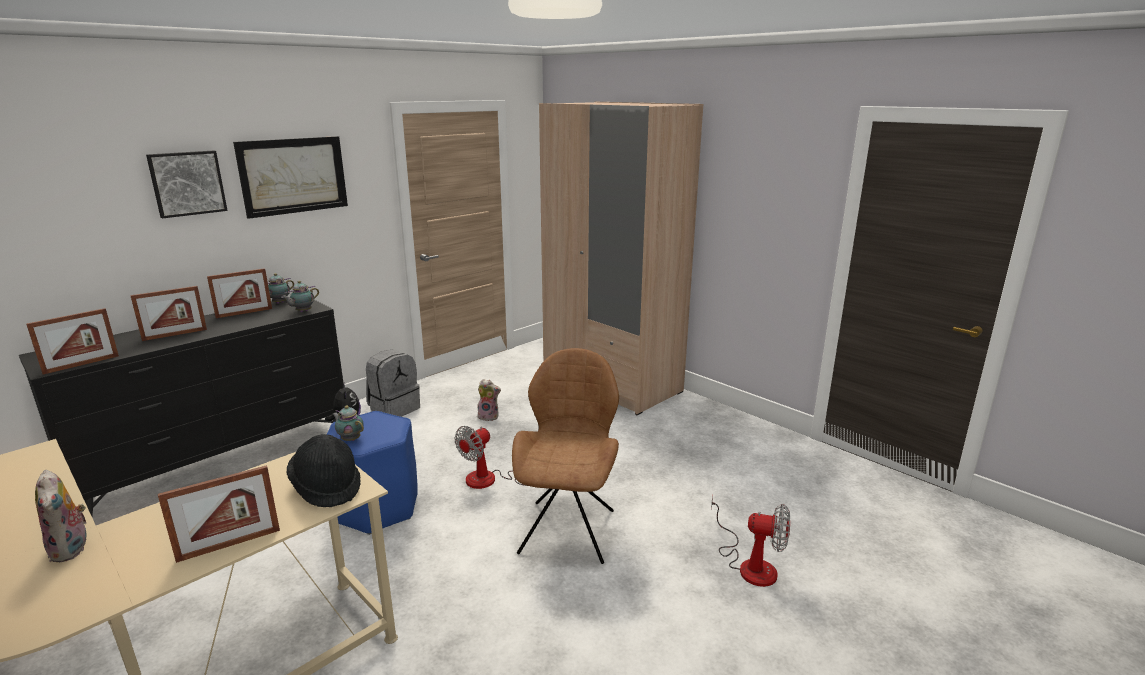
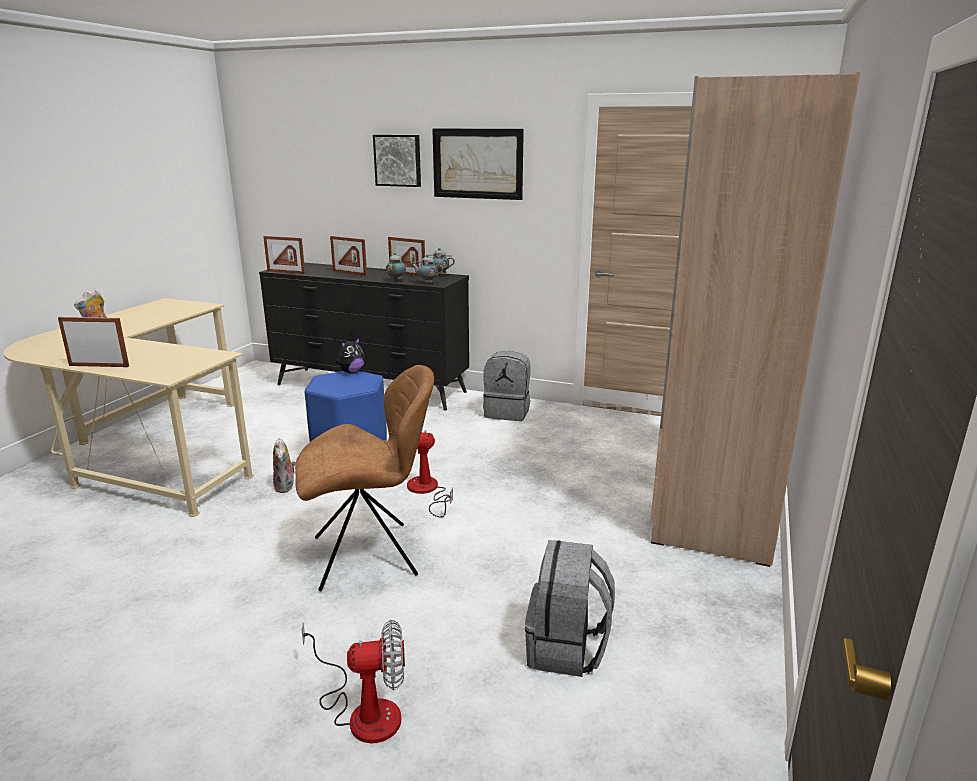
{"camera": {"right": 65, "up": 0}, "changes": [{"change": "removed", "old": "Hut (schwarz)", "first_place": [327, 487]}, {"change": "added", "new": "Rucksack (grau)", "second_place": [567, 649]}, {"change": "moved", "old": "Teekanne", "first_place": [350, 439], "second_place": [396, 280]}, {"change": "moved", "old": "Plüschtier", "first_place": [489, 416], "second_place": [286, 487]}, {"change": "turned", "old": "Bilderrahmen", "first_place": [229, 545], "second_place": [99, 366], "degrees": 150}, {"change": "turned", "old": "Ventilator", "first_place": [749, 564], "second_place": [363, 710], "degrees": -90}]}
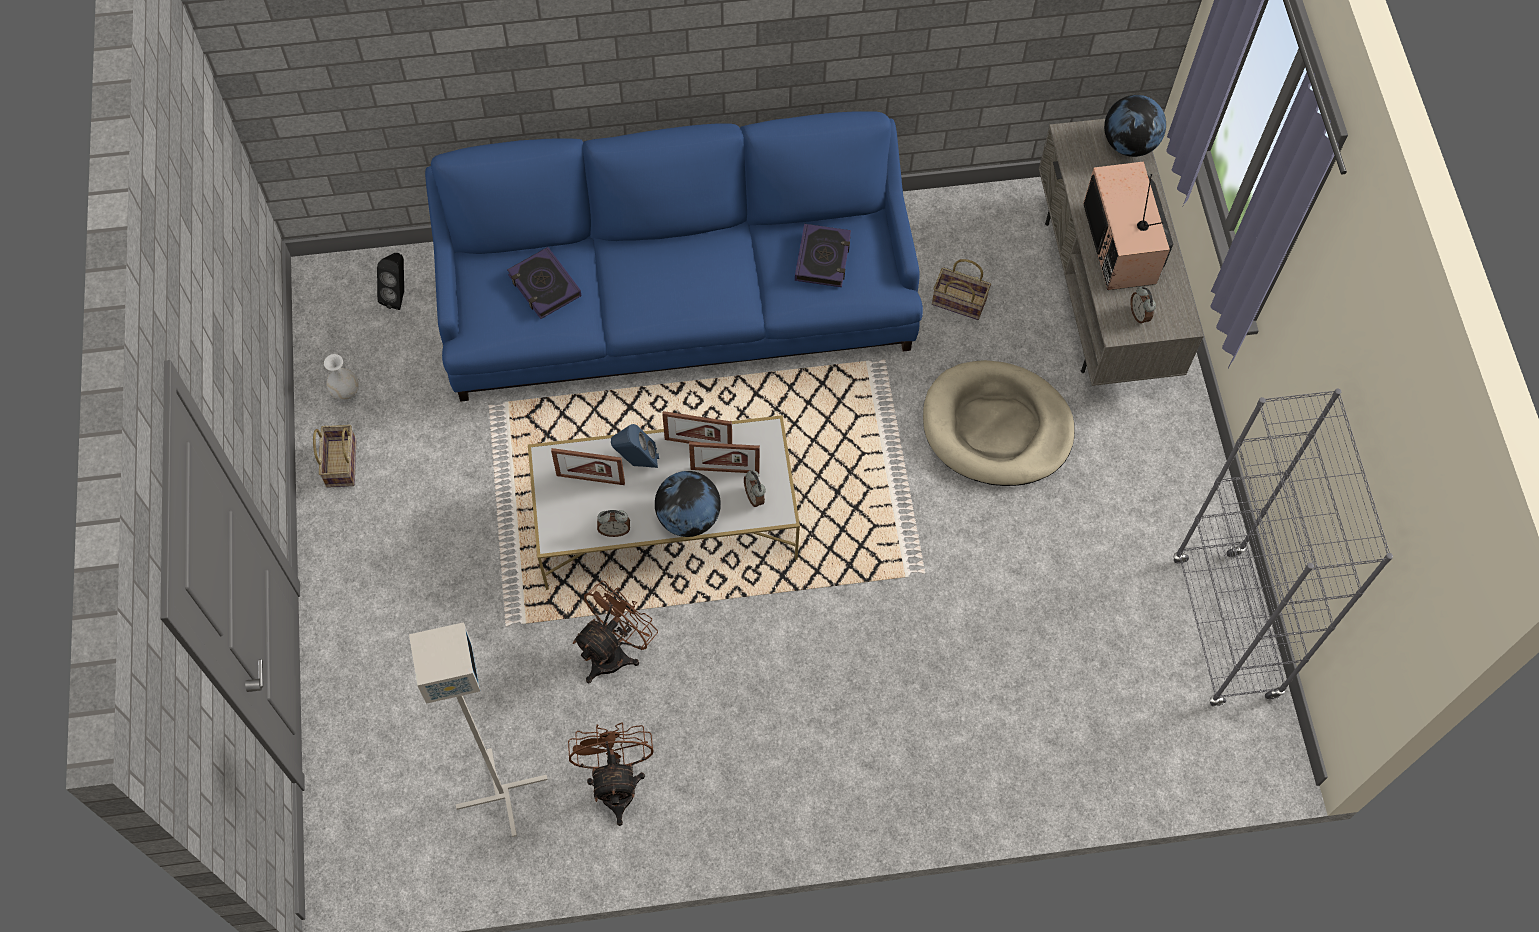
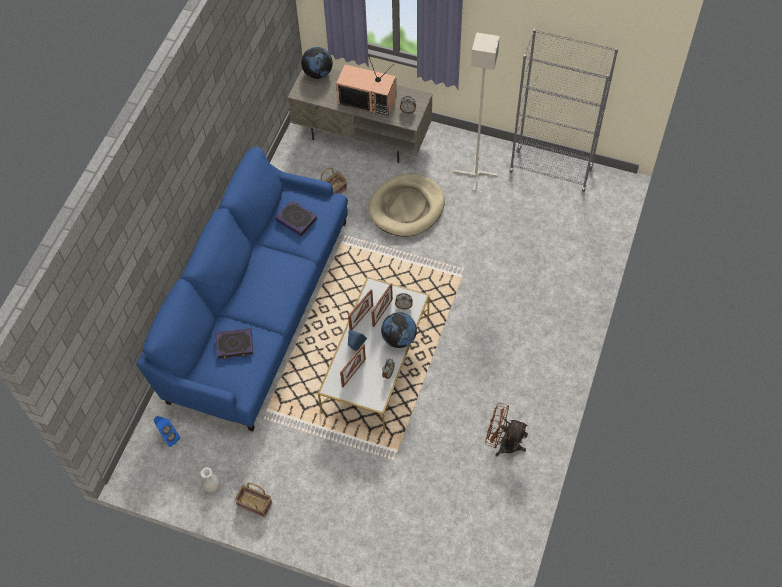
{"camera": {"right": -60, "up": -5}, "changes": [{"change": "removed", "old": "Ventilator (braun)", "first_place": [614, 651]}, {"change": "moved", "old": "Stehlampe (grau)", "first_place": [500, 793], "second_place": [476, 174]}, {"change": "recoloured", "old": "Lautsprecher (schwarz)", "new": "Lautsprecher (blau)", "first_place": [398, 295], "second_place": [168, 437]}]}
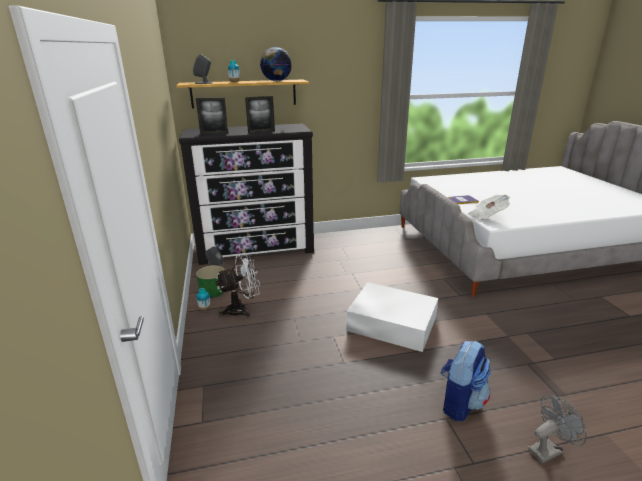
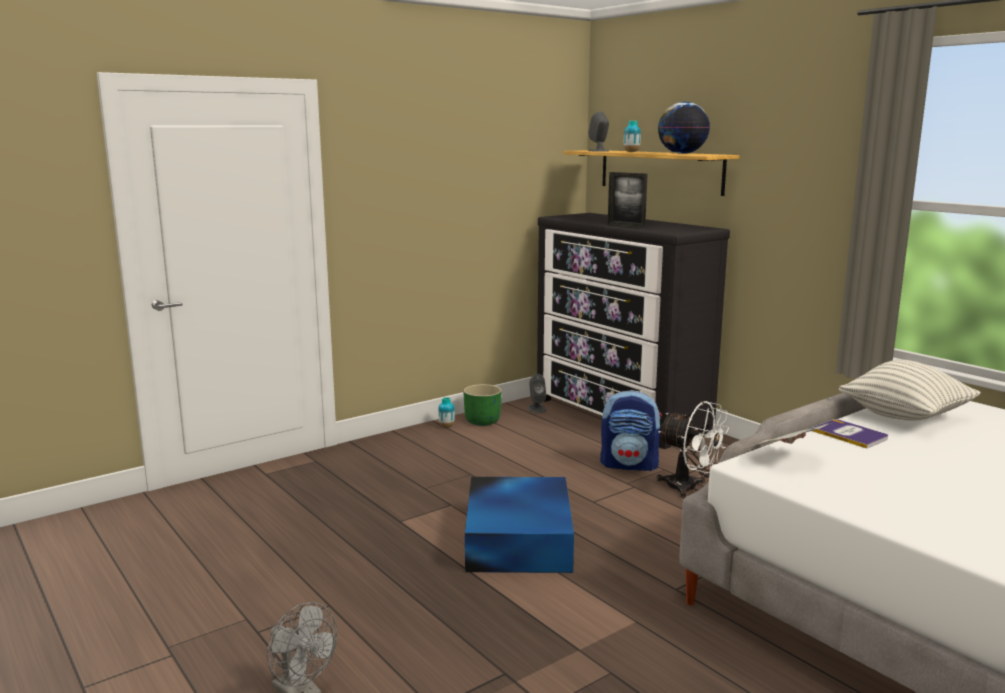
{"camera": {"right": 65, "up": -10}, "changes": [{"change": "removed", "old": "Bilderrahmen", "first_place": [214, 133]}, {"change": "added", "new": "Kissen", "second_place": [905, 417]}, {"change": "moved", "old": "Ventilator (weiß)", "first_place": [241, 309], "second_place": [689, 488]}, {"change": "moved", "old": "Rucksack", "first_place": [460, 402], "second_place": [630, 465]}, {"change": "recoloured", "old": "Aufbewahrungsbox (weiß)", "new": "Aufbewahrungsbox (blau)", "first_place": [391, 323], "second_place": [519, 538]}]}
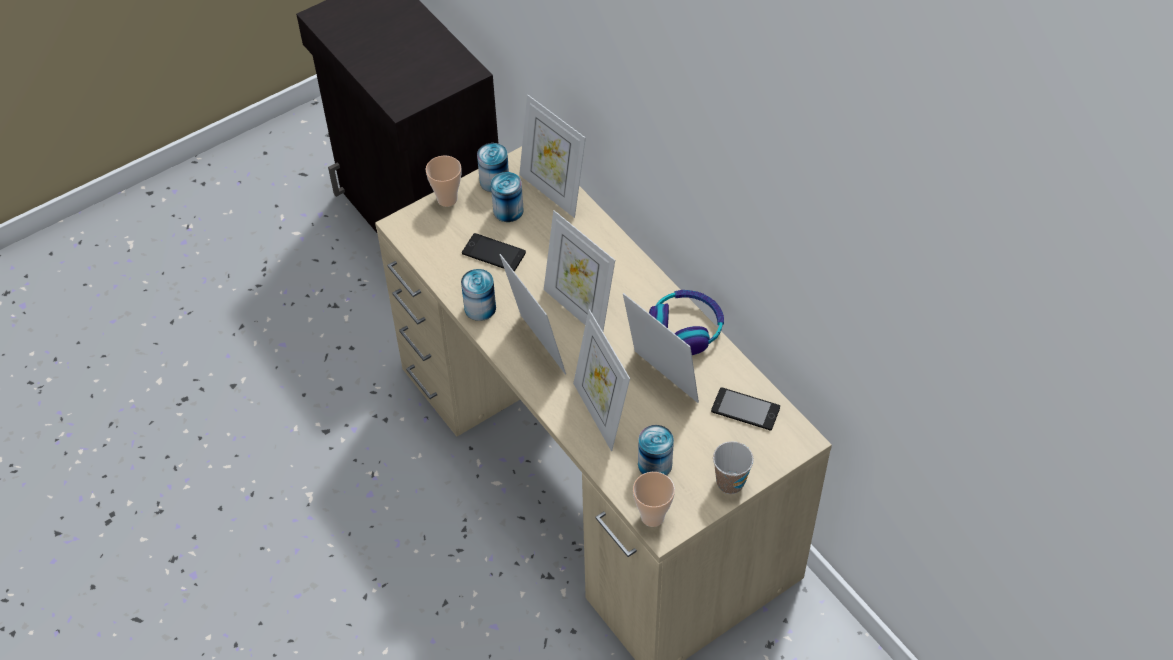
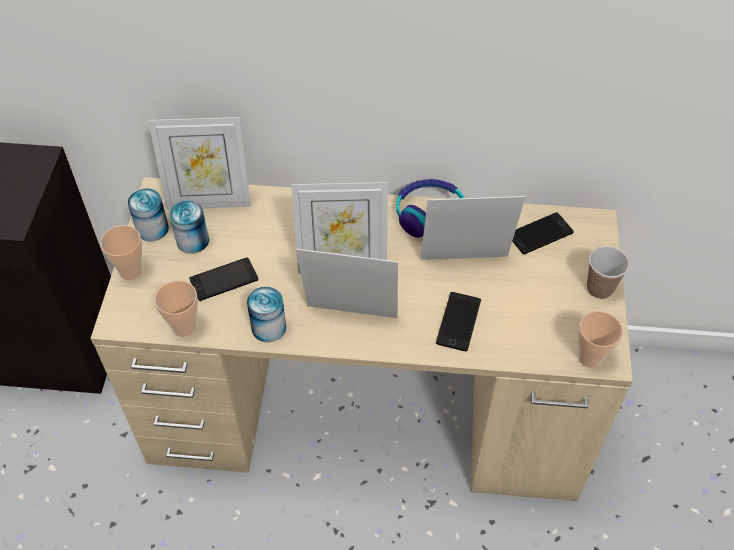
{"camera": {"right": -50, "up": 0}, "changes": [{"change": "removed", "old": "Dose", "first_place": [655, 464]}, {"change": "added", "new": "Tasse", "second_place": [184, 327]}, {"change": "replaced", "old": "Bilderrahmen", "new": "Handy", "first_place": [600, 413], "second_place": [458, 322]}]}
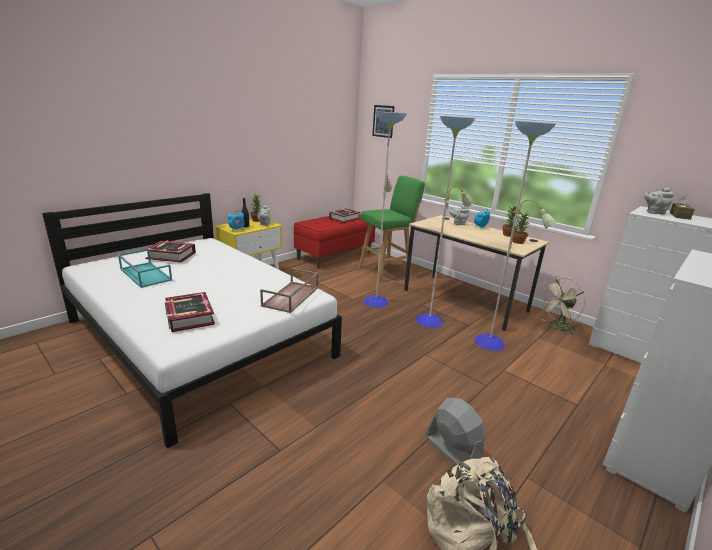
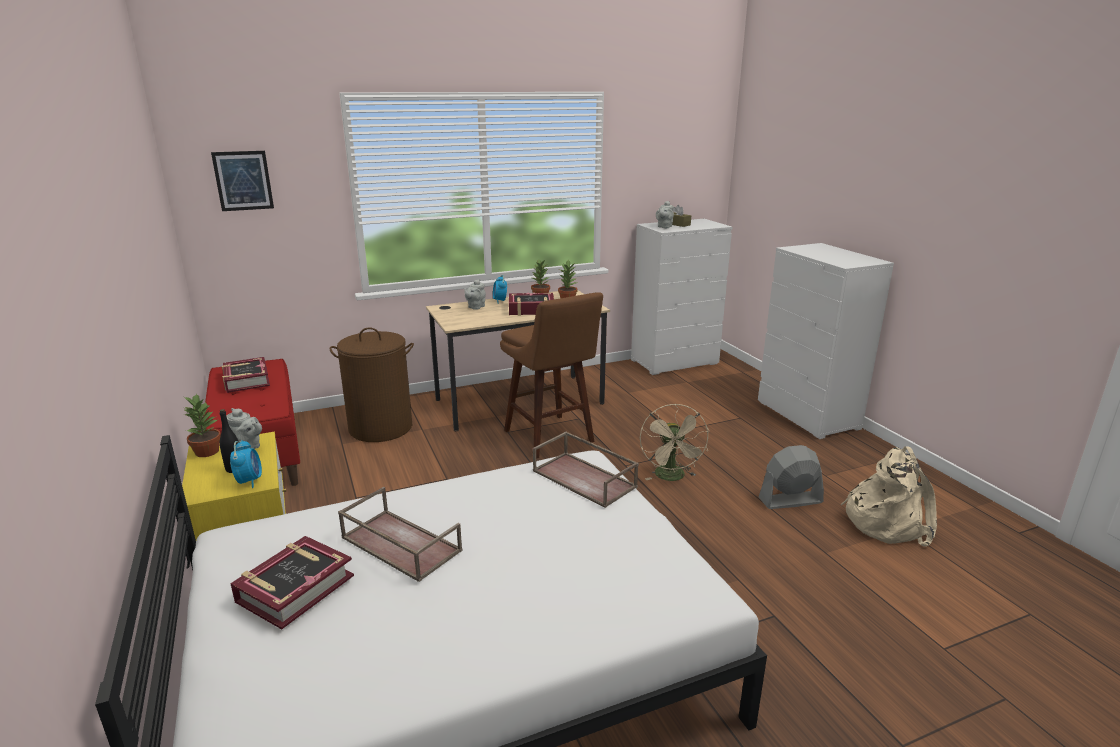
{"camera": {"right": -65, "up": 0}, "changes": [{"change": "removed", "old": "Tablett (türkis)", "first_place": [144, 274]}, {"change": "added", "new": "Tablett (braun)", "second_place": [399, 544]}, {"change": "moved", "old": "Buch", "first_place": [189, 317], "second_place": [531, 309]}, {"change": "moved", "old": "Ventilator (beige)", "first_place": [557, 327], "second_place": [672, 477]}, {"change": "replaced", "old": "Hocker (grün)", "new": "Wäschekorb (braun)", "first_place": [386, 271], "second_place": [381, 427]}, {"change": "replaced", "old": "Stehlampe", "new": "Hocker (braun)", "first_place": [430, 320], "second_place": [551, 438]}]}
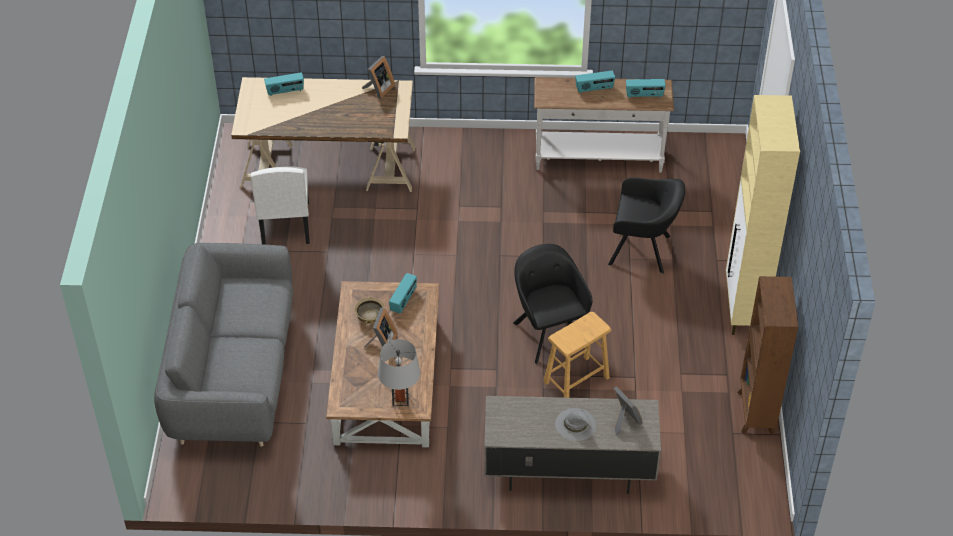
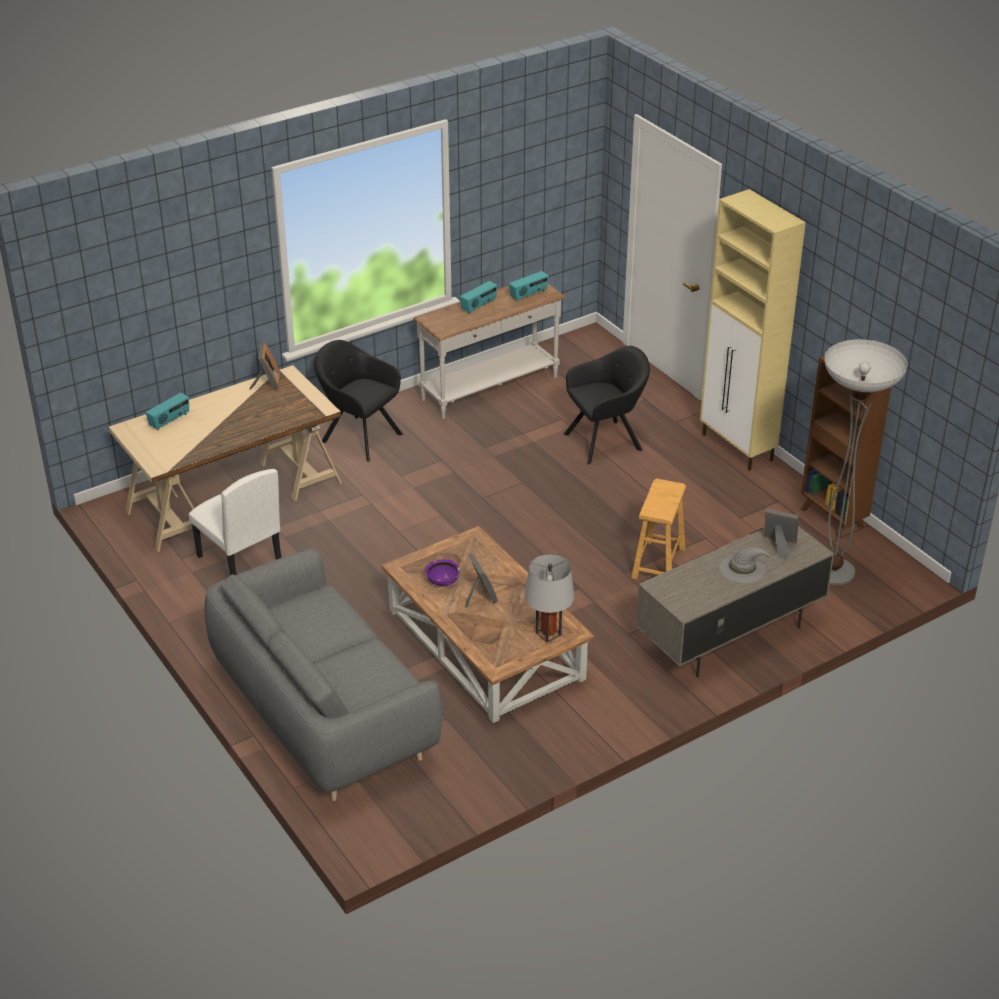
{"camera": {"right": -35, "up": -10}, "changes": [{"change": "removed", "old": "Radio", "first_place": [403, 300]}, {"change": "added", "new": "Stehlampe", "second_place": [833, 571]}, {"change": "moved", "old": "Sessel (schwarz)", "first_place": [548, 332], "second_place": [358, 437]}, {"change": "recoloured", "old": "Schüssel (beige)", "new": "Schüssel (lila)", "first_place": [370, 317], "second_place": [443, 581]}]}
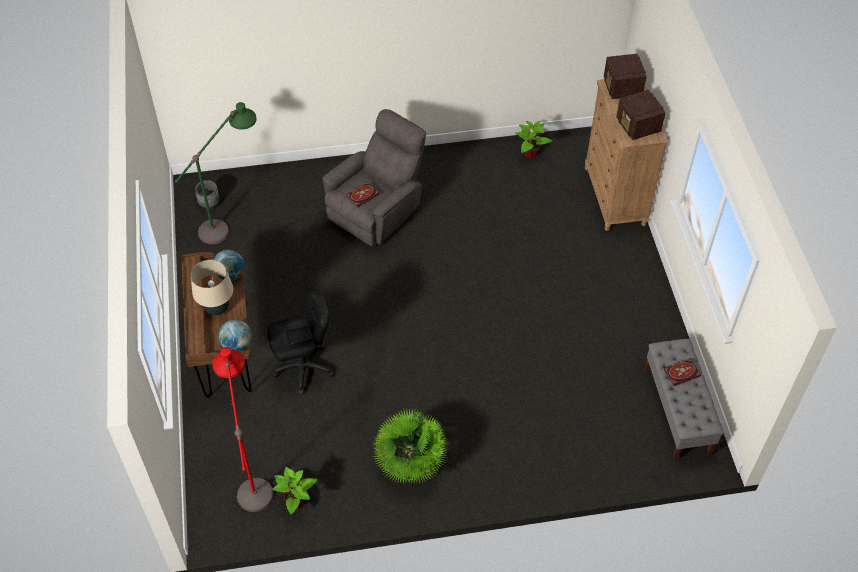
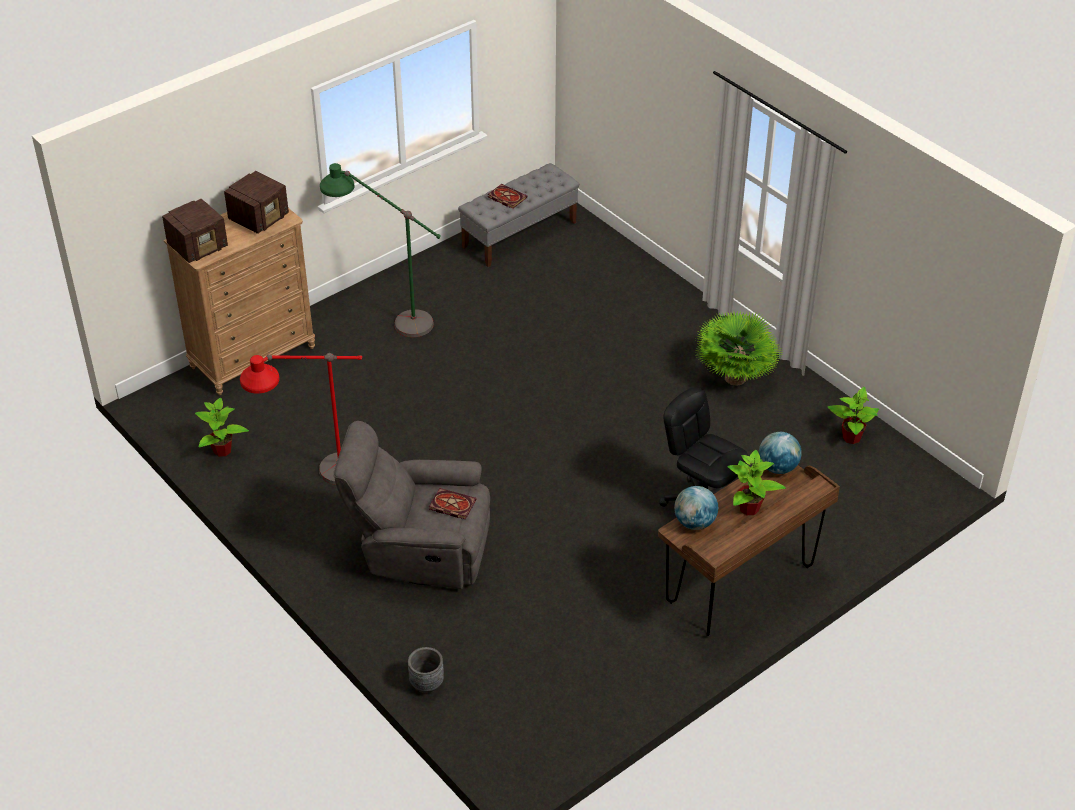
{"camera": {"right": -120, "up": -10}, "changes": [{"change": "moved", "old": "Stehlampe (grün)", "first_place": [231, 220], "second_place": [387, 318]}, {"change": "moved", "old": "Pflanzkübel (grau)", "first_place": [209, 203], "second_place": [426, 683]}, {"change": "moved", "old": "Stehlampe (rot)", "first_place": [252, 472], "second_place": [315, 484]}, {"change": "replaced", "old": "Tischlampe (beige)", "new": "Topfpflanze", "first_place": [217, 308], "second_place": [749, 508]}]}
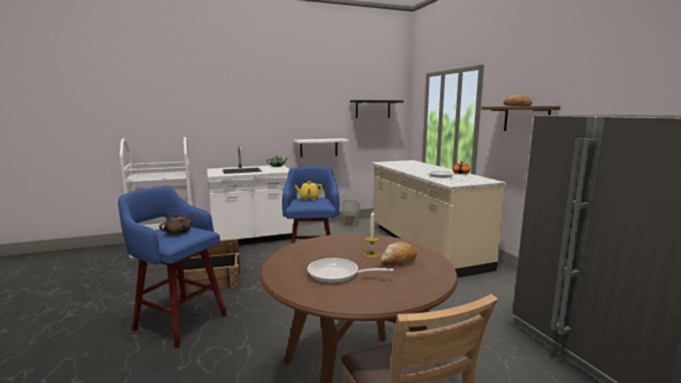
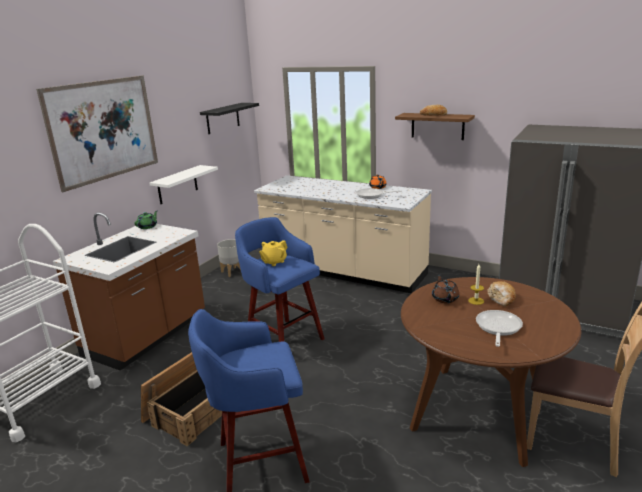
{"camera": {"right": -40, "up": 10}, "changes": [{"change": "added", "new": "Bild", "second_place": [104, 130]}, {"change": "moved", "old": "Teekanne (braun)", "first_place": [178, 232], "second_place": [445, 298]}, {"change": "recoloured", "old": "Küchenzeile (weiß)", "new": "Küchenzeile (braun)", "first_place": [252, 238], "second_place": [147, 336]}, {"change": "turned", "old": "Pfanne", "first_place": [338, 274], "second_place": [497, 328], "degrees": 135}]}
